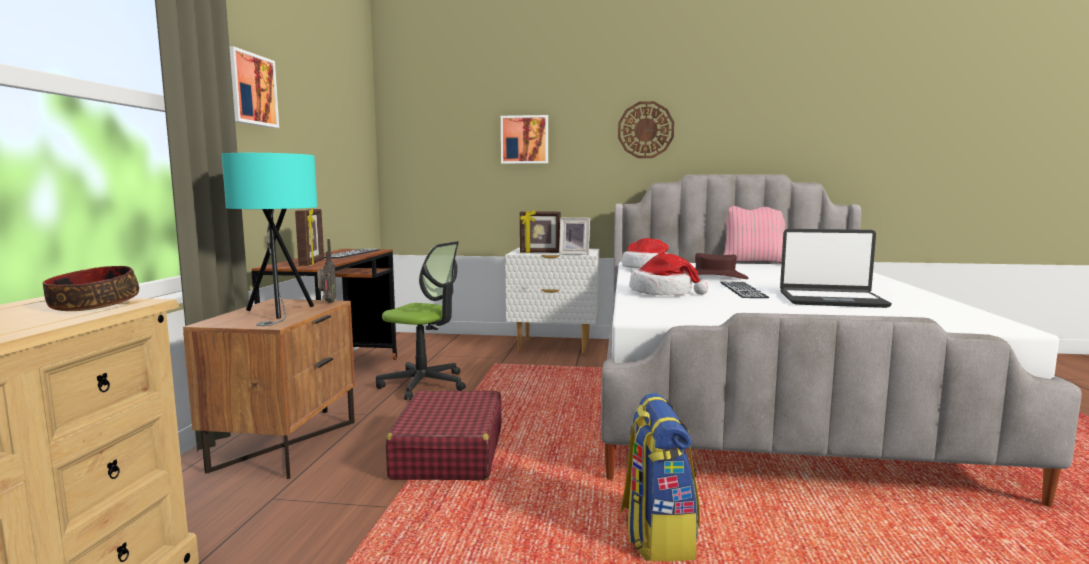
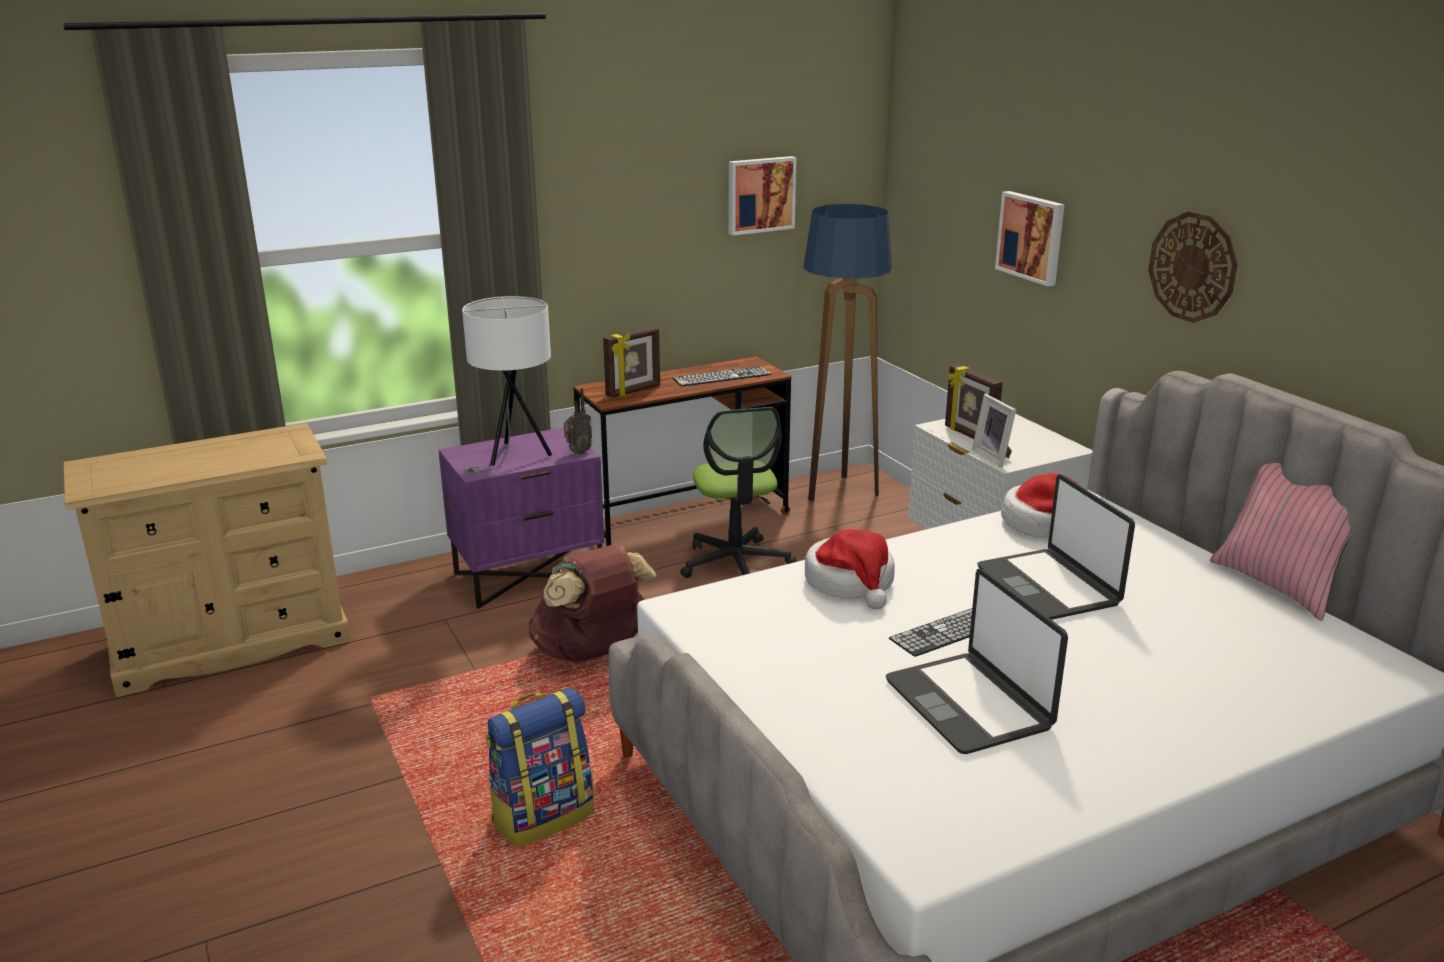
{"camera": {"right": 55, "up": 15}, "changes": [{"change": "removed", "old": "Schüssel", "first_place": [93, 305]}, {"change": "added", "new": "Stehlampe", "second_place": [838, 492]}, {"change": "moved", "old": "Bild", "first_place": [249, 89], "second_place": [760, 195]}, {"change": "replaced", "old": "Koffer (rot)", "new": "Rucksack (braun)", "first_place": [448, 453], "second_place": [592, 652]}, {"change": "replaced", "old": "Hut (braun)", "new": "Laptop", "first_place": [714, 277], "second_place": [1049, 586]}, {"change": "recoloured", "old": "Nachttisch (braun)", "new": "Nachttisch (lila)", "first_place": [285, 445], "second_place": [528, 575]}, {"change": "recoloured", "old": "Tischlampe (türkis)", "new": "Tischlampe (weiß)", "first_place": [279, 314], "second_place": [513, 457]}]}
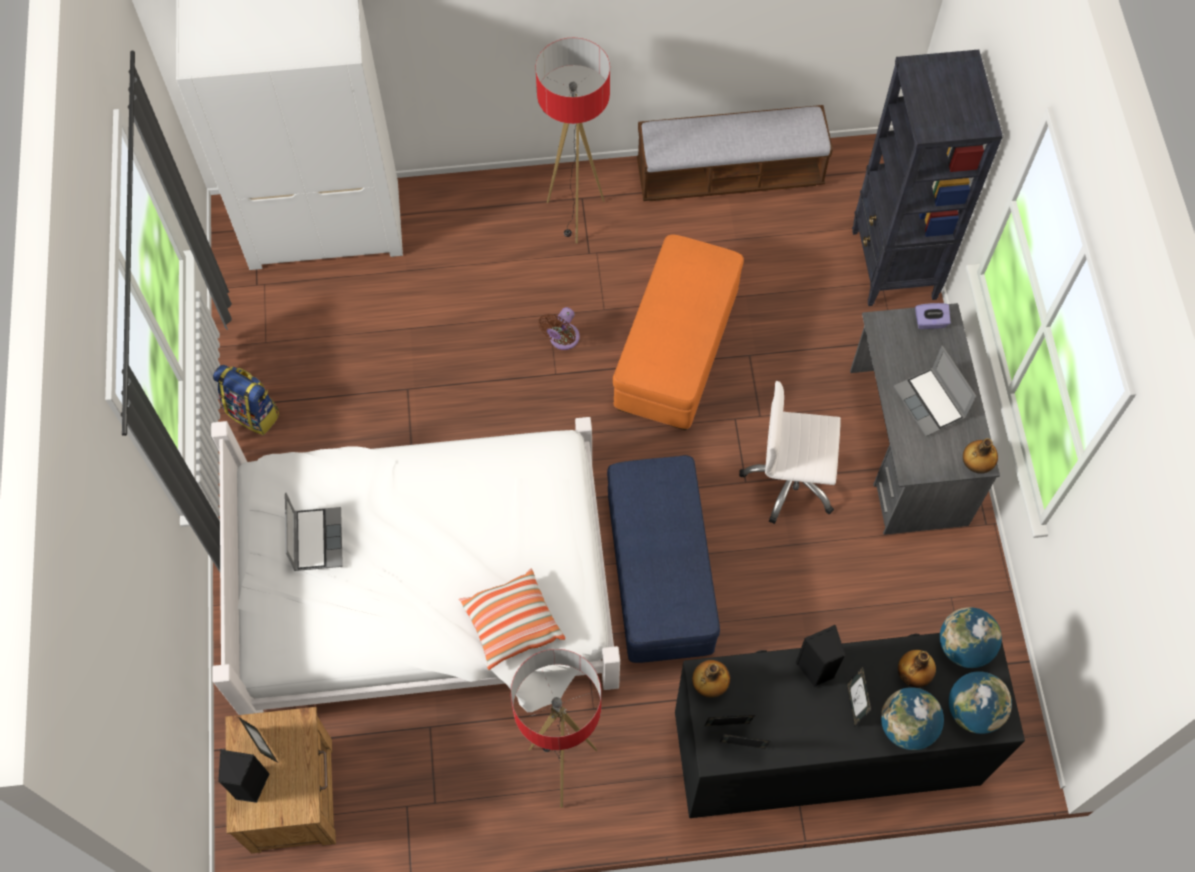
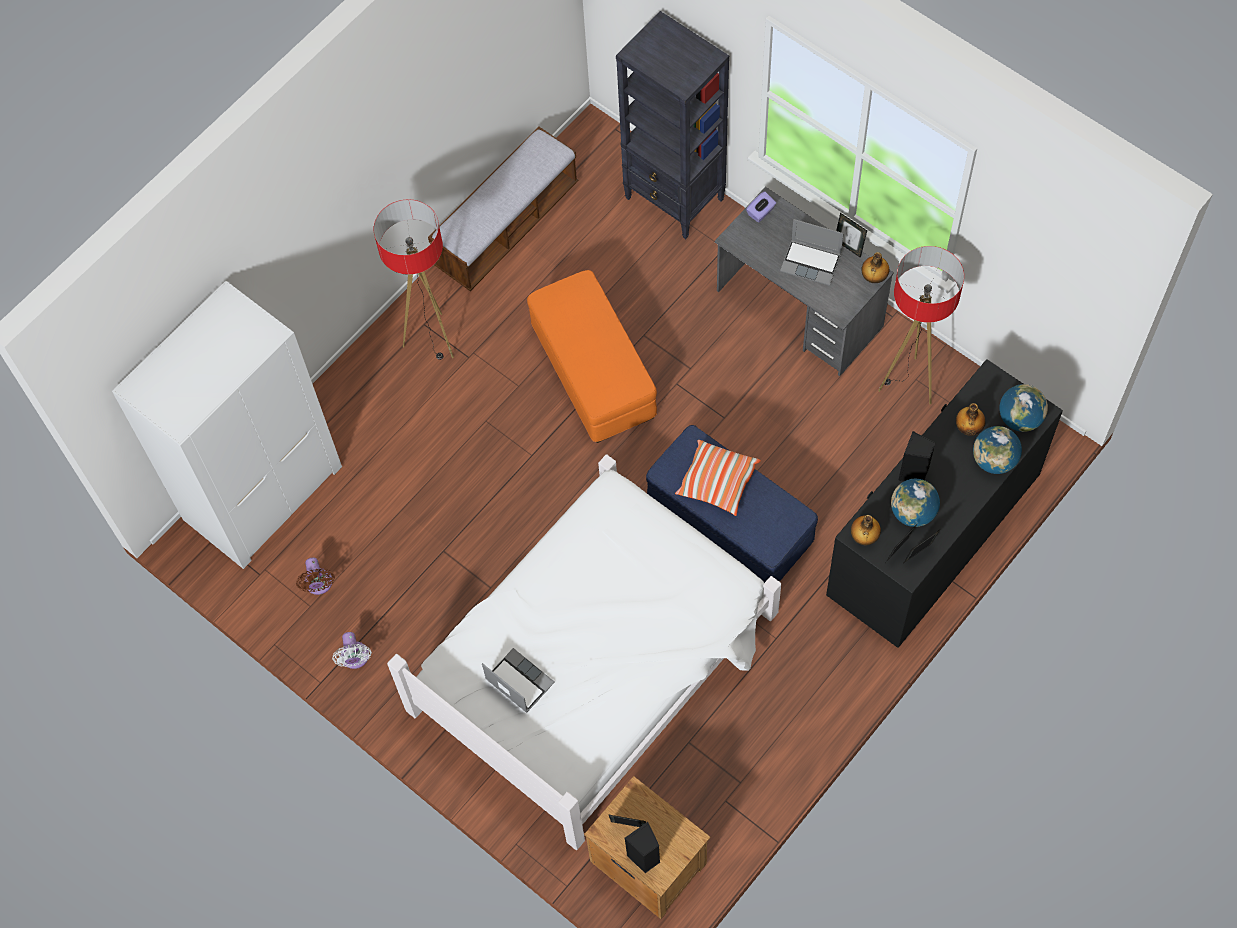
{"camera": {"right": -40, "up": 0}, "changes": [{"change": "removed", "old": "Bürostuhl (weiß)", "first_place": [790, 480]}, {"change": "moved", "old": "Kissen", "first_place": [512, 624], "second_place": [717, 482]}, {"change": "moved", "old": "Stehlampe", "first_place": [562, 768], "second_place": [907, 384]}, {"change": "moved", "old": "Ventilator (braun)", "first_place": [562, 339], "second_place": [319, 584]}, {"change": "moved", "old": "Bilderrahmen", "first_place": [854, 704], "second_place": [849, 247]}, {"change": "moved", "old": "Globus", "first_place": [964, 647], "second_place": [913, 512]}, {"change": "replaced", "old": "Rucksack", "new": "Ventilator (weiß)", "first_place": [254, 413], "second_place": [355, 658]}]}
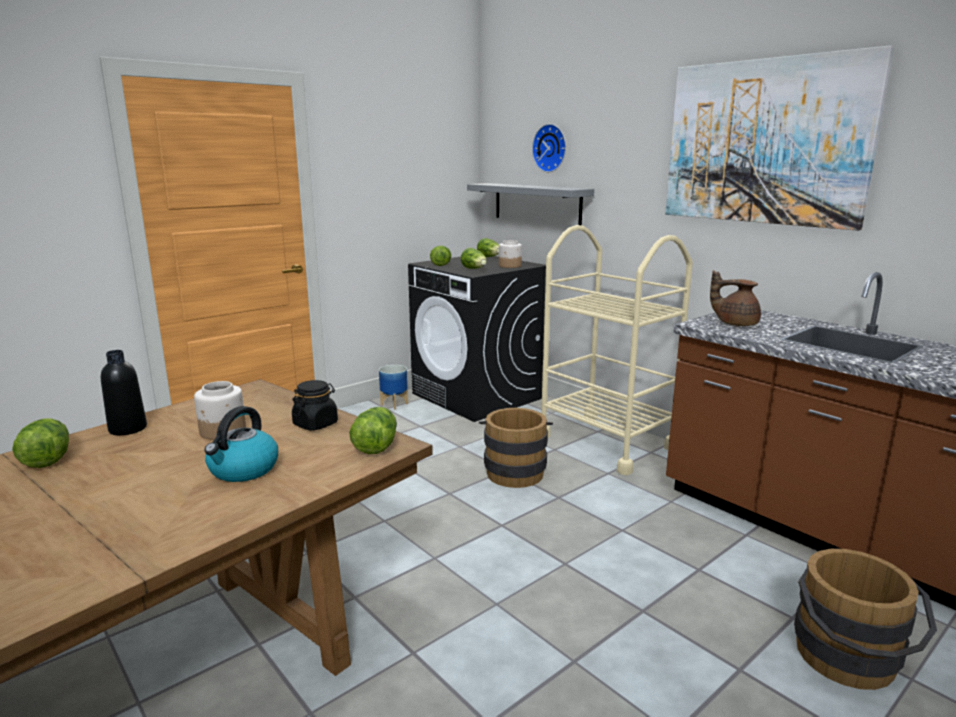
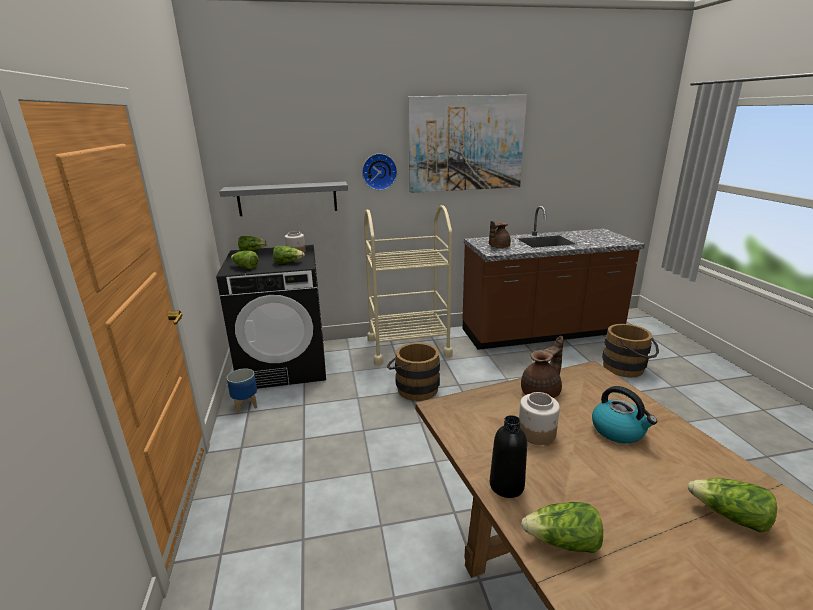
{"camera": {"right": -60, "up": 5}, "changes": [{"change": "moved", "old": "Salatkopf", "first_place": [375, 444], "second_place": [730, 516]}, {"change": "moved", "old": "Wanduhr", "first_place": [551, 148], "second_place": [379, 171]}, {"change": "replaced", "old": "Vorratsglas (schwarz)", "new": "Teekanne (braun)", "first_place": [315, 424], "second_place": [542, 392]}]}
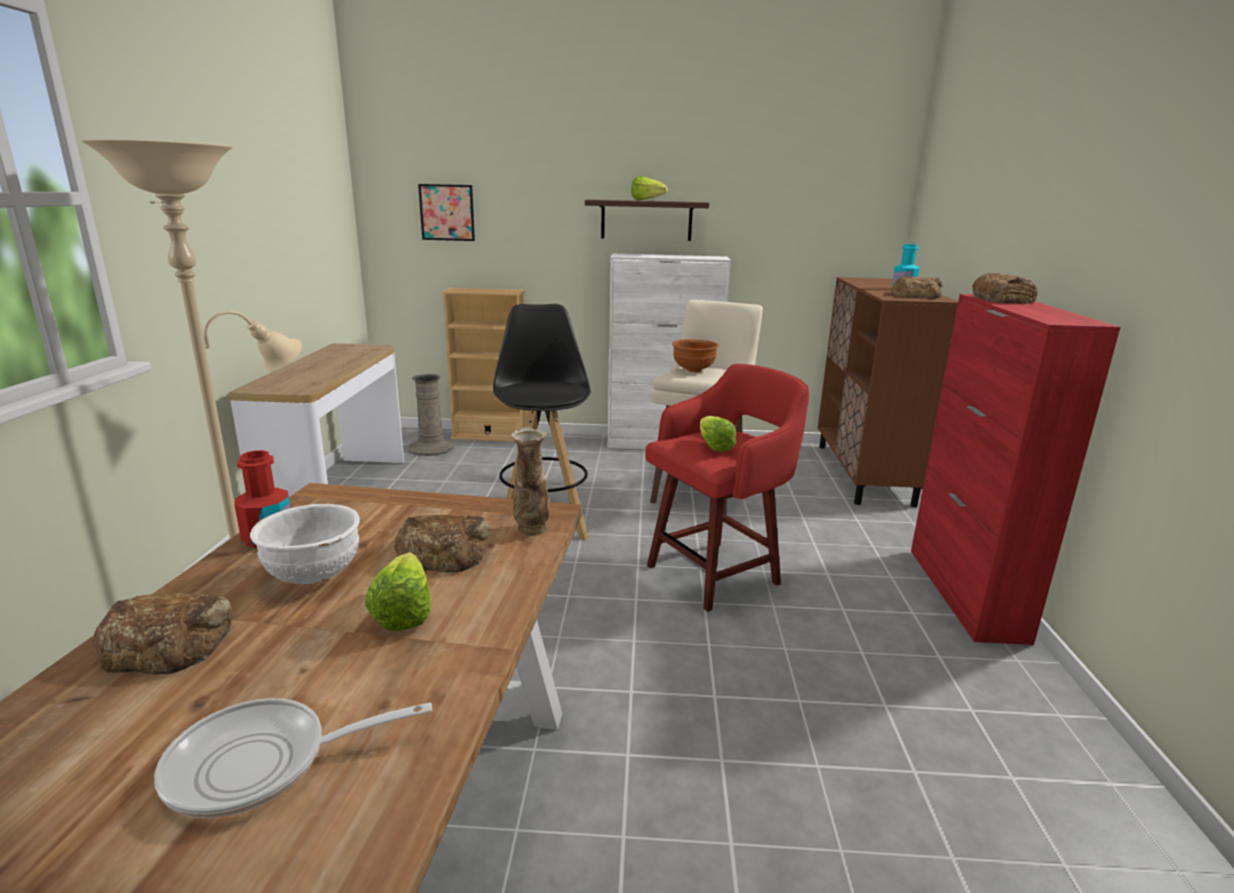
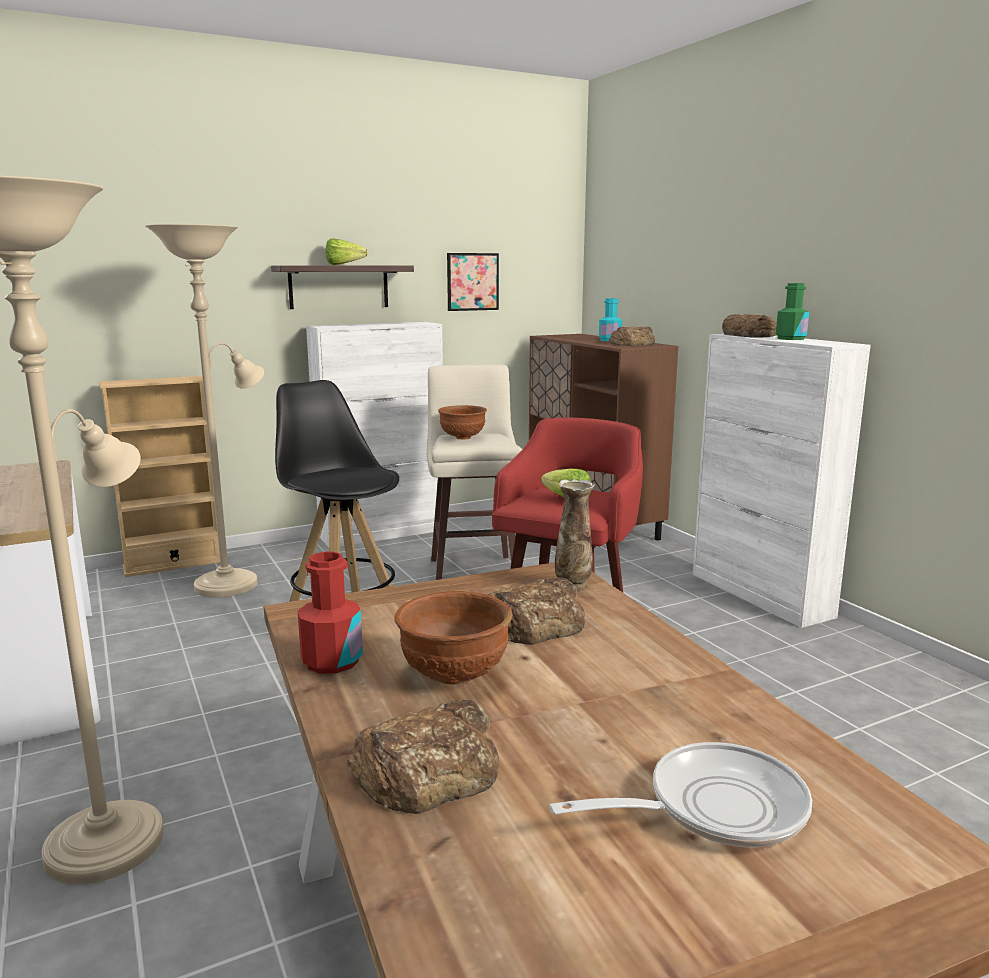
{"camera": {"right": -30, "up": -5}, "changes": [{"change": "removed", "old": "Salatkopf", "first_place": [407, 608]}, {"change": "removed", "old": "Vase (beige)", "first_place": [431, 448]}, {"change": "added", "new": "Stehlampe (beige)", "second_place": [231, 582]}, {"change": "added", "new": "Flasche (grün)", "second_place": [790, 339]}, {"change": "moved", "old": "Bild", "first_place": [447, 212], "second_place": [472, 282]}, {"change": "recoloured", "old": "Schüssel (weiß)", "new": "Schüssel (braun)", "first_place": [314, 576], "second_place": [453, 675]}, {"change": "recoloured", "old": "Schrank (rot)", "new": "Schrank (weiß)", "first_place": [965, 593], "second_place": [760, 595]}, {"change": "turned", "old": "Pfanne", "first_place": [262, 764], "second_place": [713, 807], "degrees": -150}]}
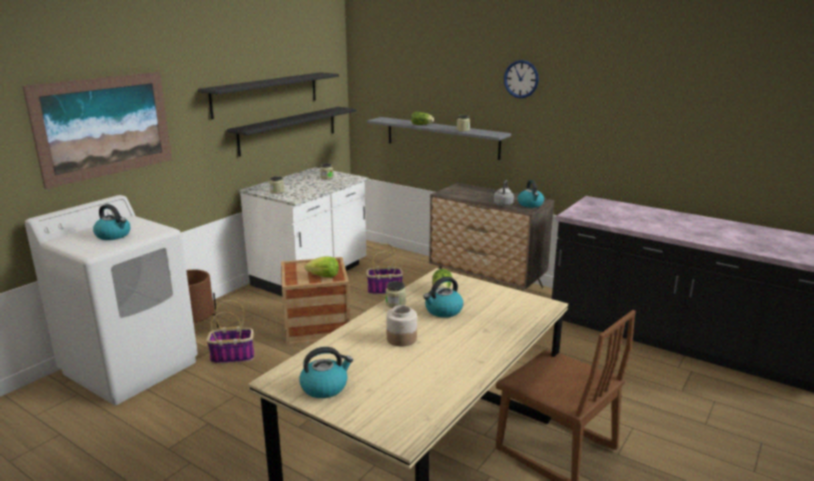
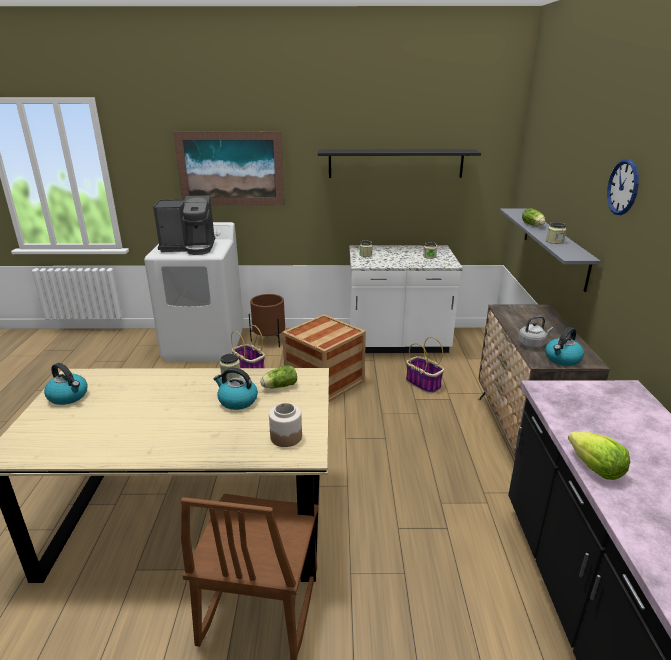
{"camera": {"right": 55, "up": 5}, "changes": [{"change": "removed", "old": "Wandregal (schwarz)", "first_place": [288, 130]}, {"change": "moved", "old": "Salatkopf", "first_place": [323, 276], "second_place": [595, 468]}, {"change": "moved", "old": "Vorratsglas", "first_place": [401, 339], "second_place": [286, 437]}, {"change": "replaced", "old": "Wasserkessel", "new": "Kaffeemaschine", "first_place": [114, 235], "second_place": [189, 247]}]}
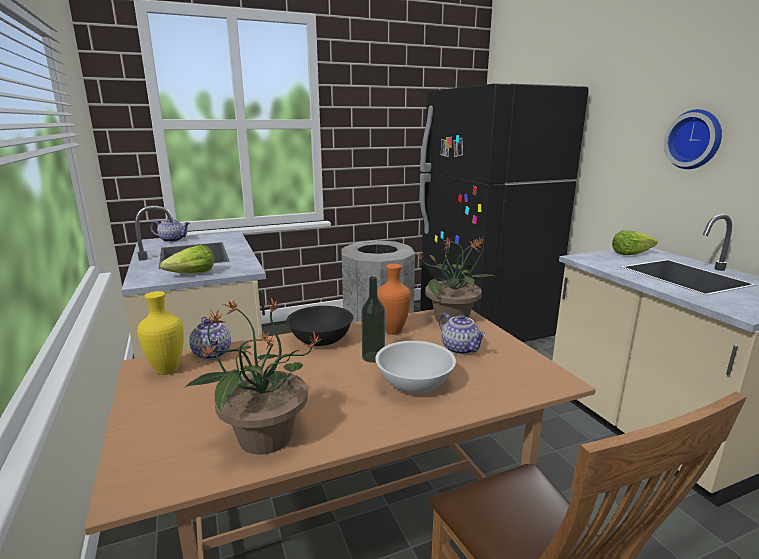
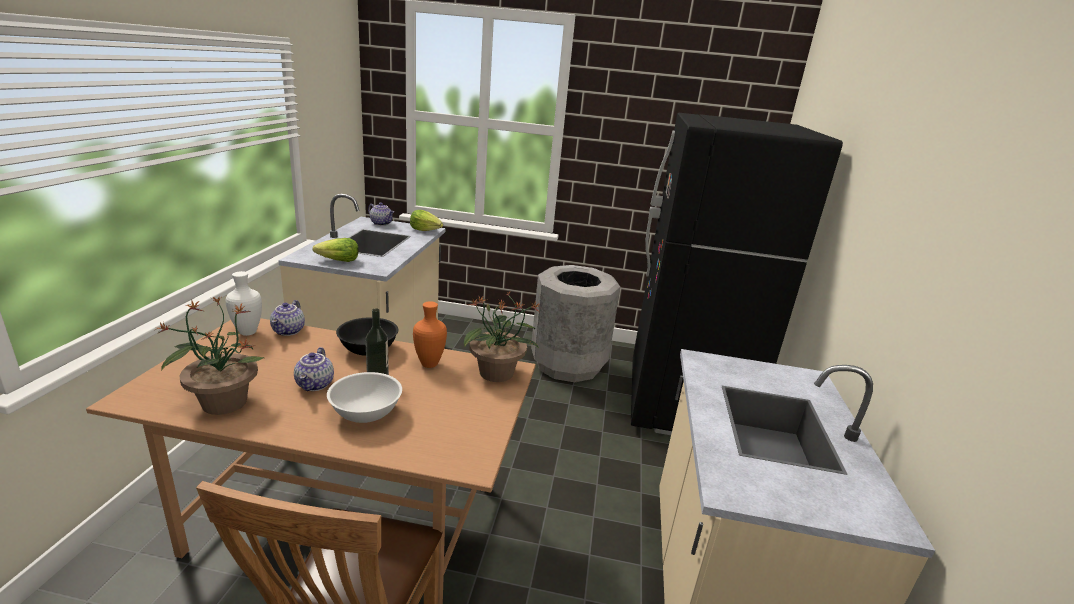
{"camera": {"right": 30, "up": 5}, "changes": [{"change": "removed", "old": "Wanduhr", "first_place": [695, 139]}, {"change": "moved", "old": "Teekanne", "first_place": [461, 349], "second_place": [316, 385]}, {"change": "moved", "old": "Salatkopf", "first_place": [630, 254], "second_place": [426, 230]}, {"change": "recoloured", "old": "Vase (gelb)", "new": "Vase (weiß)", "first_place": [167, 370], "second_place": [248, 332]}]}
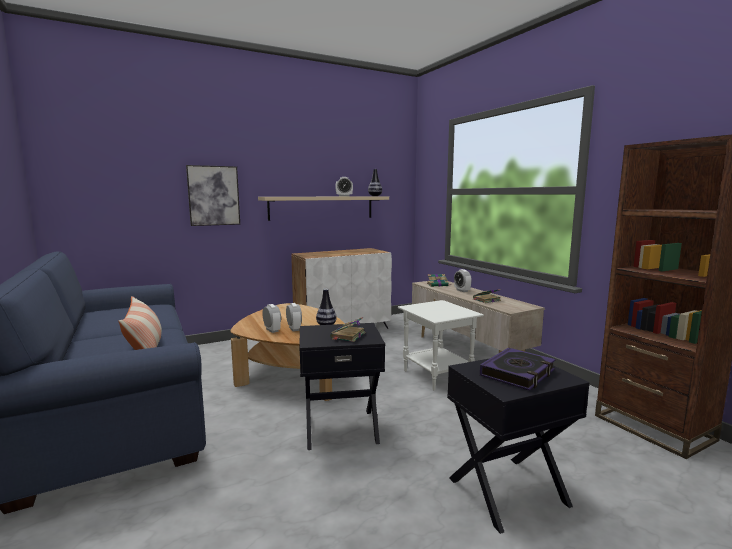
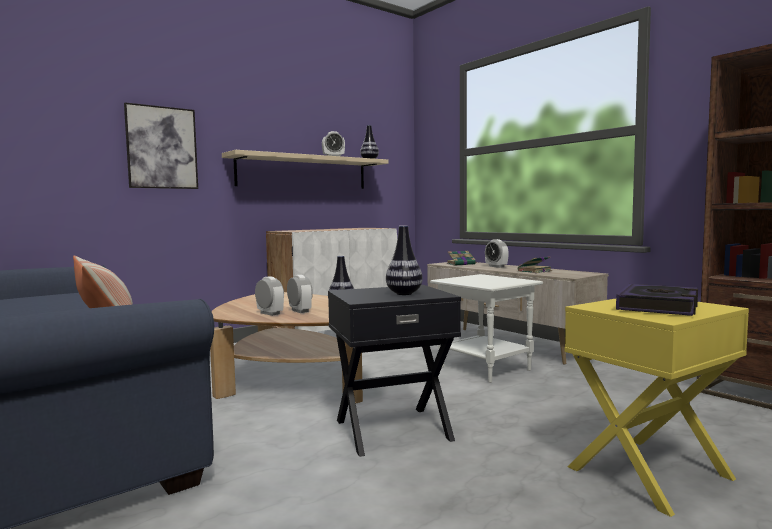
{"camera": {"right": -10, "up": -5}, "changes": [{"change": "replaced", "old": "Buch", "new": "Vase", "first_place": [347, 336], "second_place": [404, 294]}, {"change": "recoloured", "old": "Beistelltisch (schwarz)", "new": "Beistelltisch (gelb)", "first_place": [508, 492], "second_place": [651, 473]}]}
